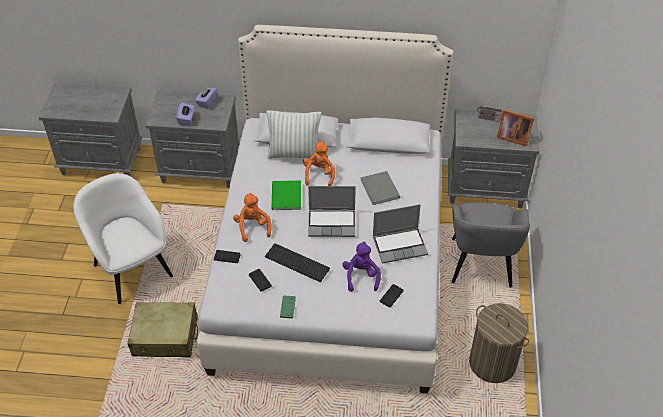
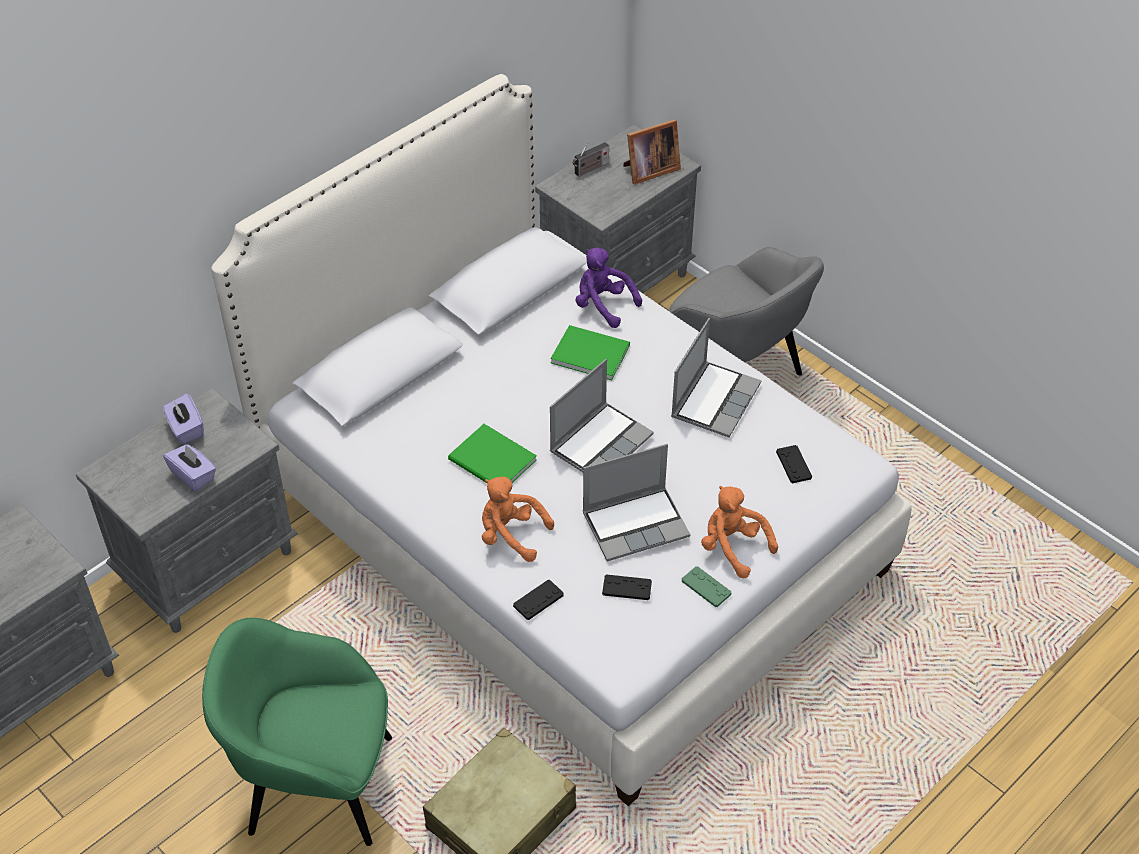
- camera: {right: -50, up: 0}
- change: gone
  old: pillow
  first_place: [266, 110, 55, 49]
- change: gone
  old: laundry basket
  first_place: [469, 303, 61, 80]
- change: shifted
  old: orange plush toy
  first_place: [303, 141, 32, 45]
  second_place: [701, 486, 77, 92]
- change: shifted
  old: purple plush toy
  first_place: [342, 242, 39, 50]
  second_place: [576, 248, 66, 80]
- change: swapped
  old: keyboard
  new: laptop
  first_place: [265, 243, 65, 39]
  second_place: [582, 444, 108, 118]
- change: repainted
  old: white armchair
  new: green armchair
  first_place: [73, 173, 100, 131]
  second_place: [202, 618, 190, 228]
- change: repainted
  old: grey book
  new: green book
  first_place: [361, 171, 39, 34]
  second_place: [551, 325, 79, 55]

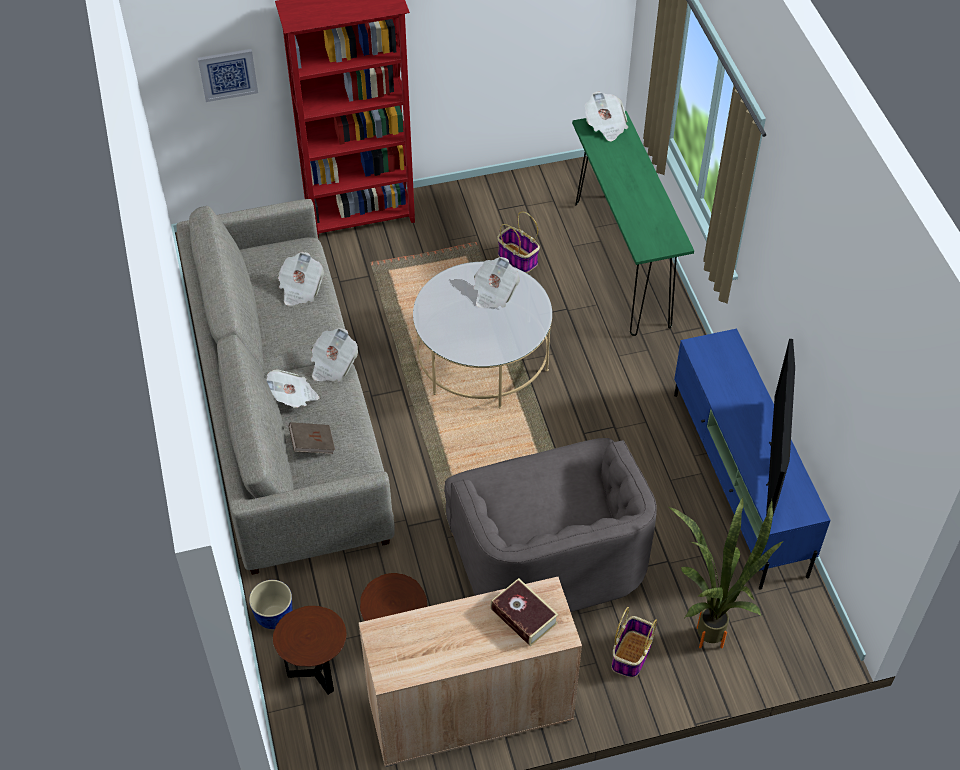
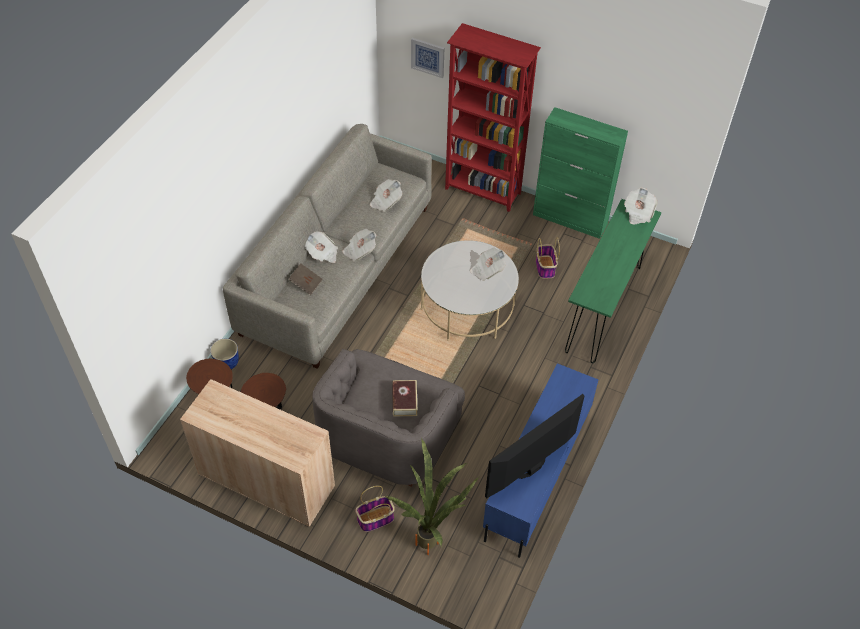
- camera: {right: 40, up: 0}
- change: new
  new: green cabinet
  second_place: [533, 107, 95, 132]
- change: shifted
  old: book
  first_place: [491, 578, 68, 69]
  second_place: [392, 380, 25, 37]

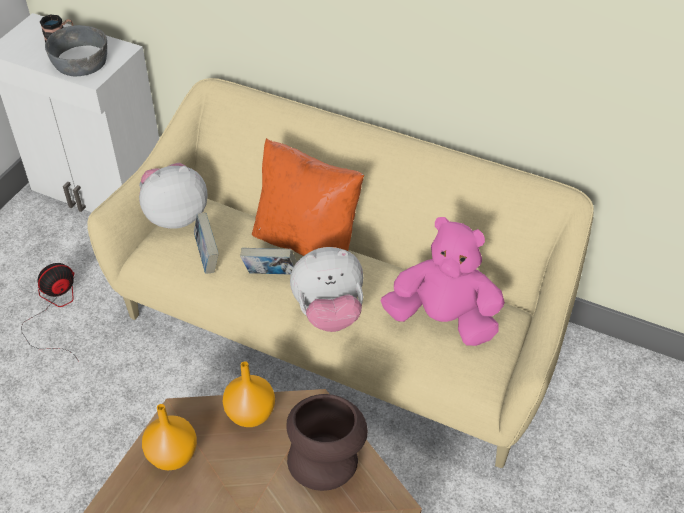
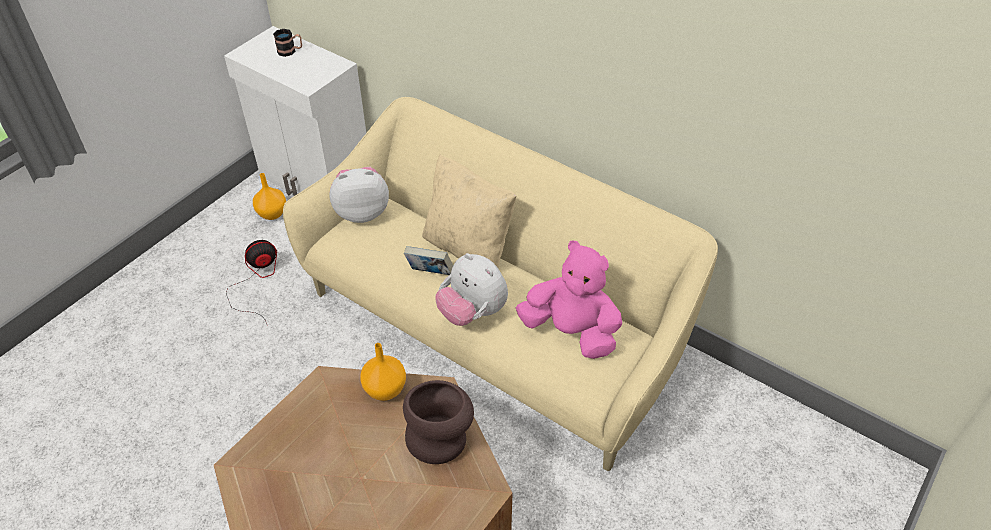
- camera: {right: 10, up: 0}
- change: gone
  old: grey bowl
  first_place: [45, 25, 62, 51]
- change: gone
  old: book
  first_place: [194, 213, 25, 61]
- change: shifted
  old: orange vase
  first_place: [142, 404, 55, 66]
  second_place: [253, 173, 33, 47]
- change: repainted
  old: orange pillow
  new: beige pillow
  first_place: [252, 138, 112, 118]
  second_place: [422, 154, 94, 114]
- change: rotated
  old: plush toy
  first_place: [290, 247, 74, 85]
  second_place: [435, 253, 73, 73]
  degrees: 45

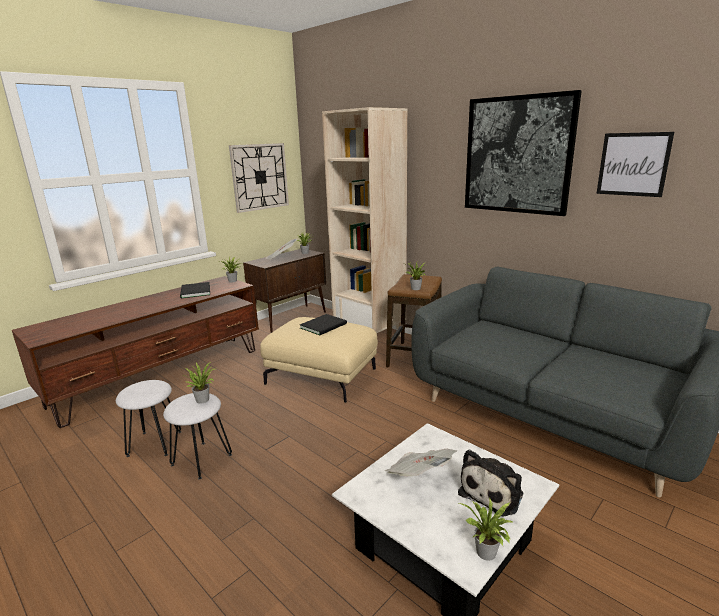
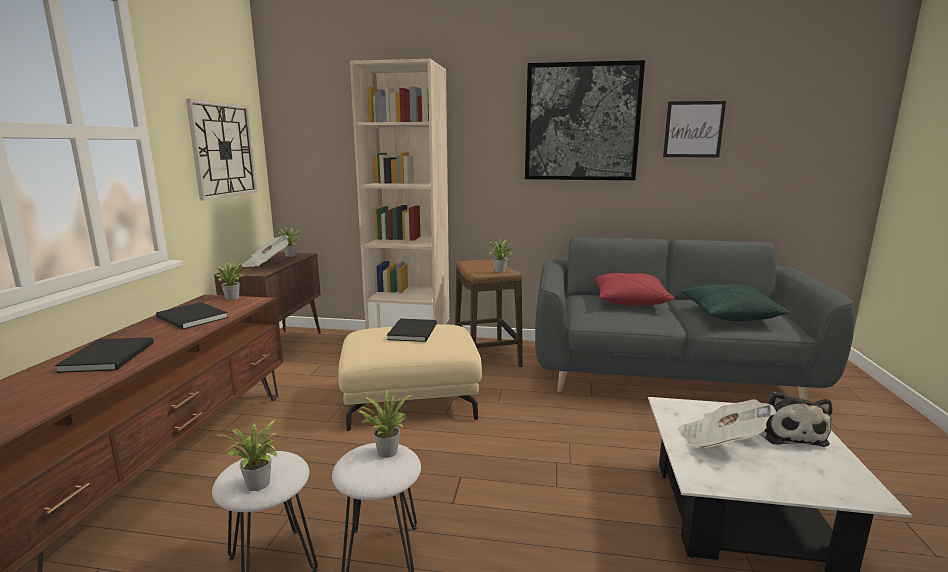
- camera: {right: -35, up: -5}
- change: new
  new: black book
  second_place: [55, 337, 99, 36]
- change: new
  new: red pillow
  second_place: [595, 273, 80, 33]
- change: new
  new: green pillow
  second_place: [681, 284, 108, 37]
- change: shifted
  old: potted plant
  first_place: [459, 499, 55, 62]
  second_place: [221, 419, 56, 72]

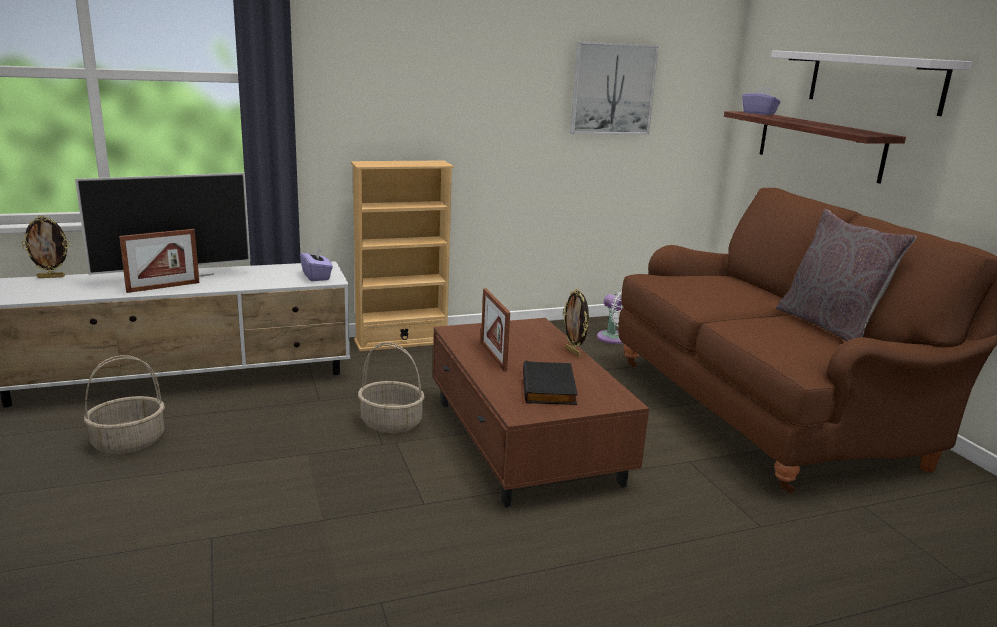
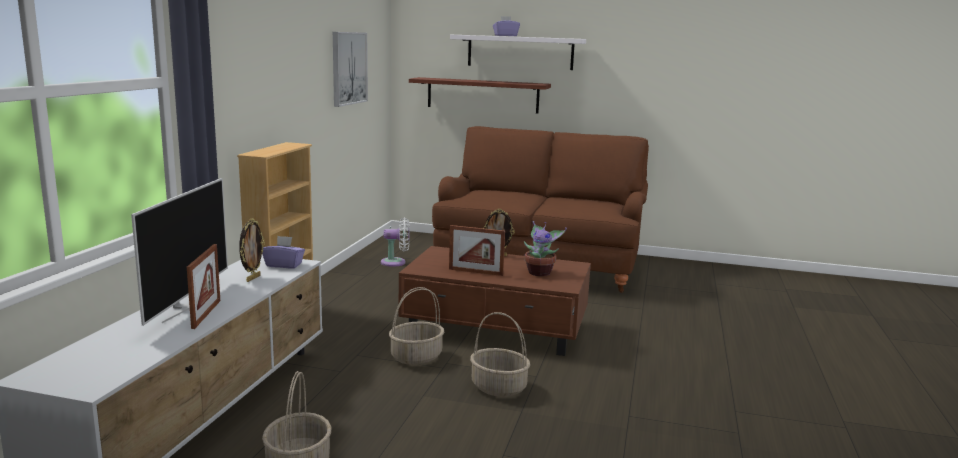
- camera: {right: -55, up: -5}
- change: gone
  old: grey pillow
  first_place: [776, 209, 141, 132]
- change: new
  new: basket
  second_place: [470, 312, 60, 85]
- change: shifted
  old: picture frame
  first_place: [22, 215, 48, 63]
  second_place: [239, 218, 26, 64]
- change: shifted
  old: purple tissue box
  first_place: [742, 87, 39, 28]
  second_place: [493, 16, 27, 20]
- change: swapped
  old: black book
  new: potted plant
  first_place: [523, 361, 55, 44]
  second_place: [524, 221, 43, 55]

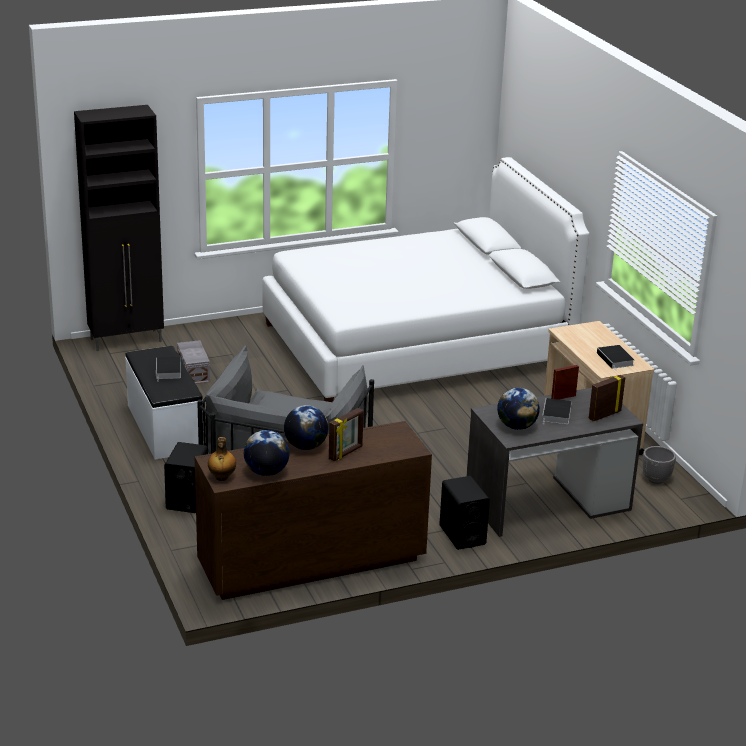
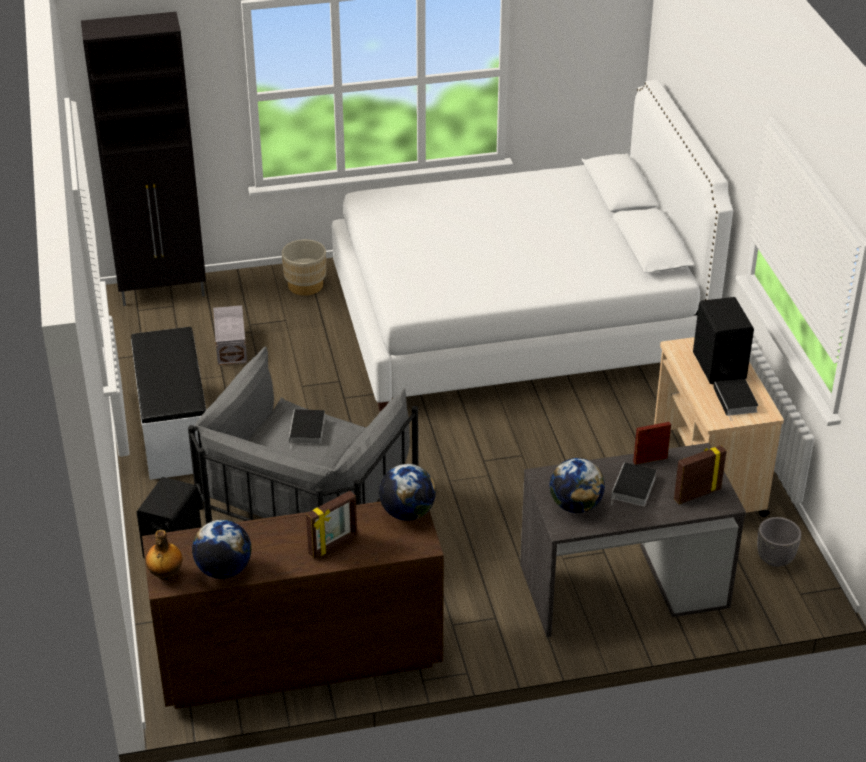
- camera: {right: 10, up: 10}
- change: new
  new: beige planter
  second_place: [282, 239, 44, 57]
- change: shifted
  old: book
  first_place: [156, 357, 25, 25]
  second_place: [289, 409, 36, 40]
- change: shifted
  old: globe
  first_place: [284, 405, 44, 45]
  second_place: [379, 464, 57, 57]
- change: shifted
  old: black speaker
  first_place: [439, 476, 51, 74]
  second_place: [693, 297, 61, 87]

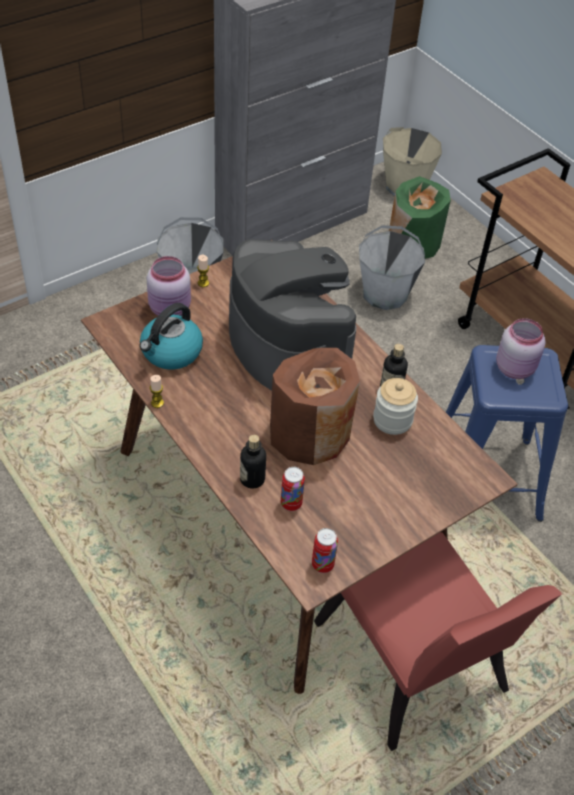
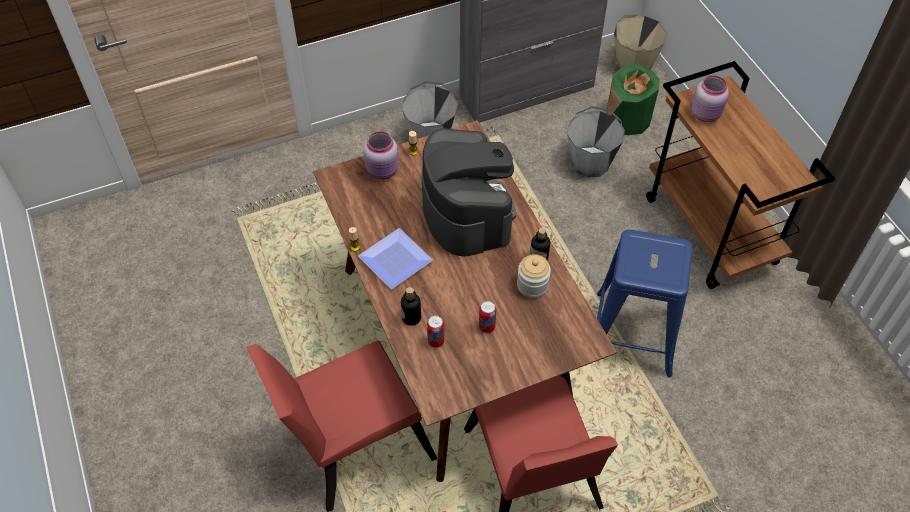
- camera: {right: 15, up: 5}
- change: gone
  old: kettle
  first_place: [140, 303, 63, 67]
- change: gone
  old: brown vase
  first_place: [270, 348, 90, 117]
- change: new
  new: red chair
  second_place: [246, 341, 191, 171]
- change: new
  new: plate
  second_place: [358, 228, 75, 61]
- change: shifted
  old: can
  first_place: [312, 528, 26, 45]
  second_place: [479, 301, 17, 32]
- change: shifted
  old: pink jar
  first_place: [496, 318, 50, 61]
  second_place: [691, 76, 38, 46]

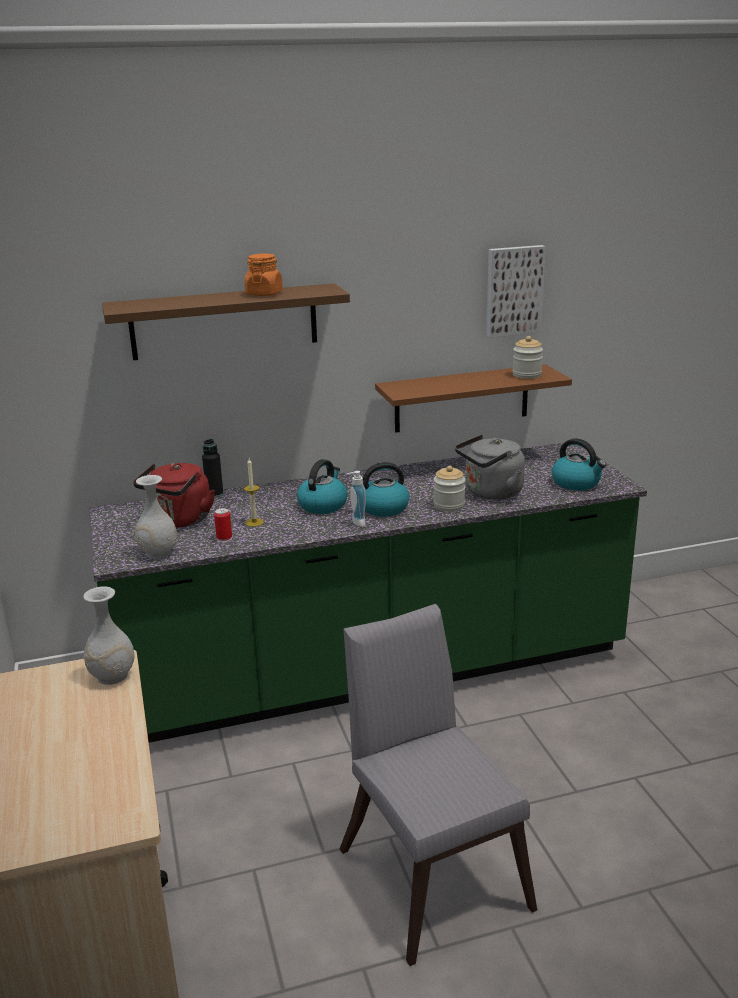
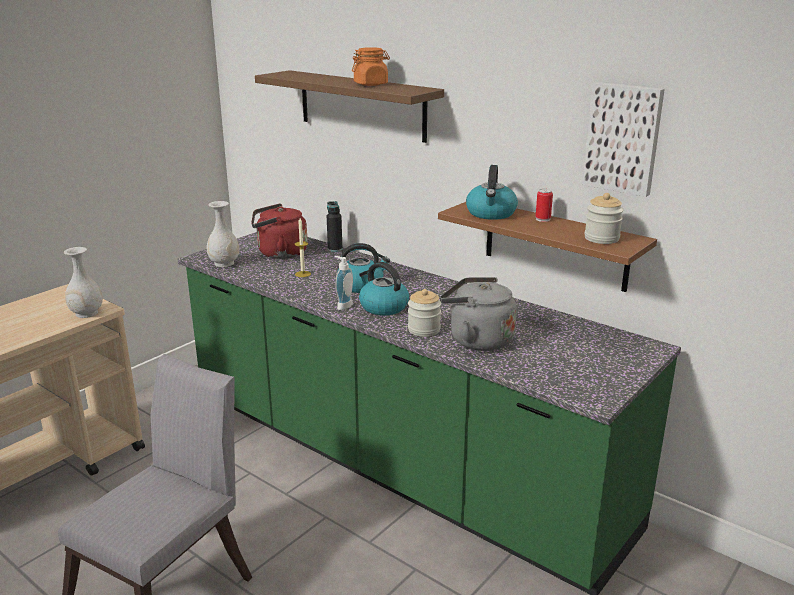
- camera: {right: 55, up: 0}
- change: shifted
  old: can
  first_place: [214, 508, 18, 34]
  second_place: [536, 189, 17, 33]
- change: shifted
  old: kettle
  first_place: [552, 438, 54, 53]
  second_place: [466, 165, 52, 55]

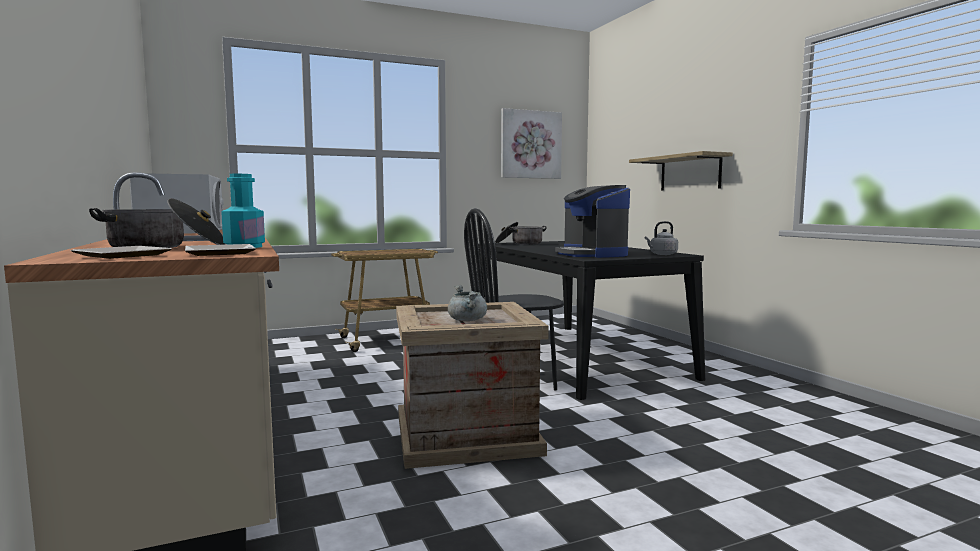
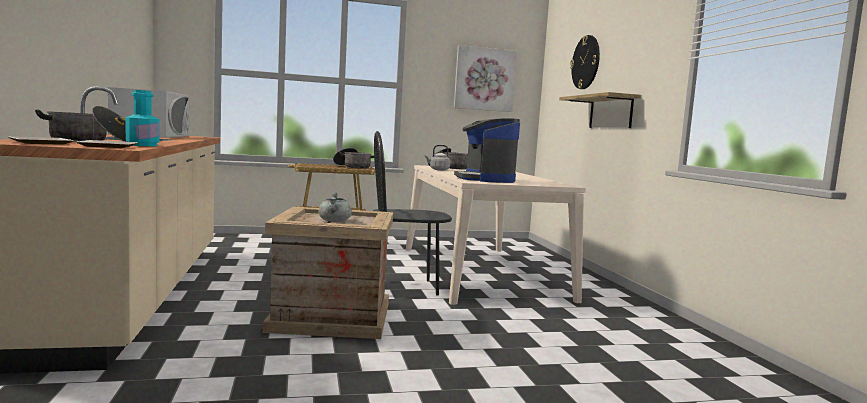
- camera: {right: 10, up: 0}
- change: new
  new: cooking pot
  second_place: [333, 148, 41, 21]
- change: new
  new: wall clock
  second_place: [570, 35, 30, 54]
- change: shifted
  old: grey kettle
  first_place: [645, 221, 33, 34]
  second_place: [425, 145, 25, 25]
- change: repainted
  old: black dining table
  new: beige dining table
  first_place: [477, 241, 228, 159]
  second_place: [406, 165, 180, 140]

